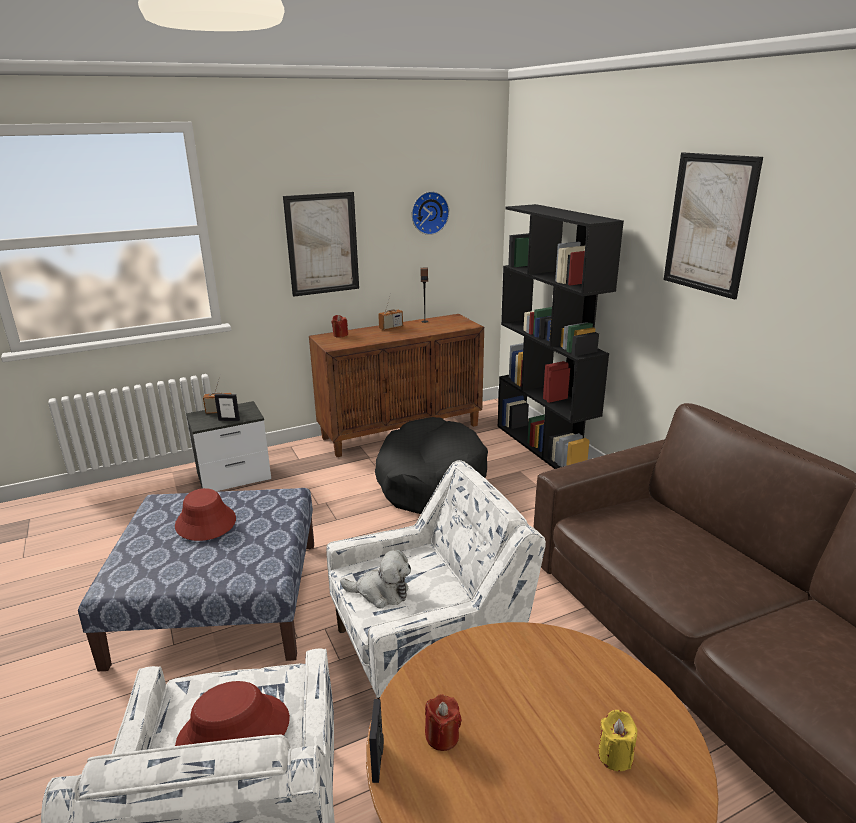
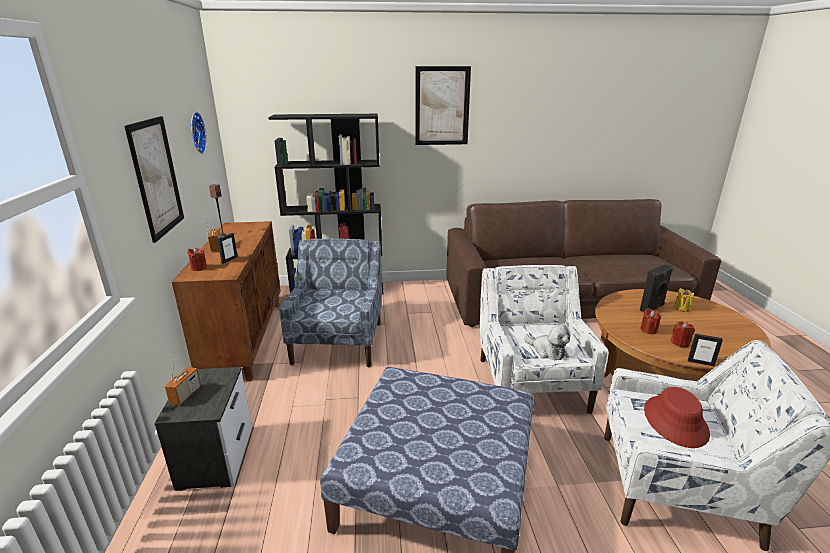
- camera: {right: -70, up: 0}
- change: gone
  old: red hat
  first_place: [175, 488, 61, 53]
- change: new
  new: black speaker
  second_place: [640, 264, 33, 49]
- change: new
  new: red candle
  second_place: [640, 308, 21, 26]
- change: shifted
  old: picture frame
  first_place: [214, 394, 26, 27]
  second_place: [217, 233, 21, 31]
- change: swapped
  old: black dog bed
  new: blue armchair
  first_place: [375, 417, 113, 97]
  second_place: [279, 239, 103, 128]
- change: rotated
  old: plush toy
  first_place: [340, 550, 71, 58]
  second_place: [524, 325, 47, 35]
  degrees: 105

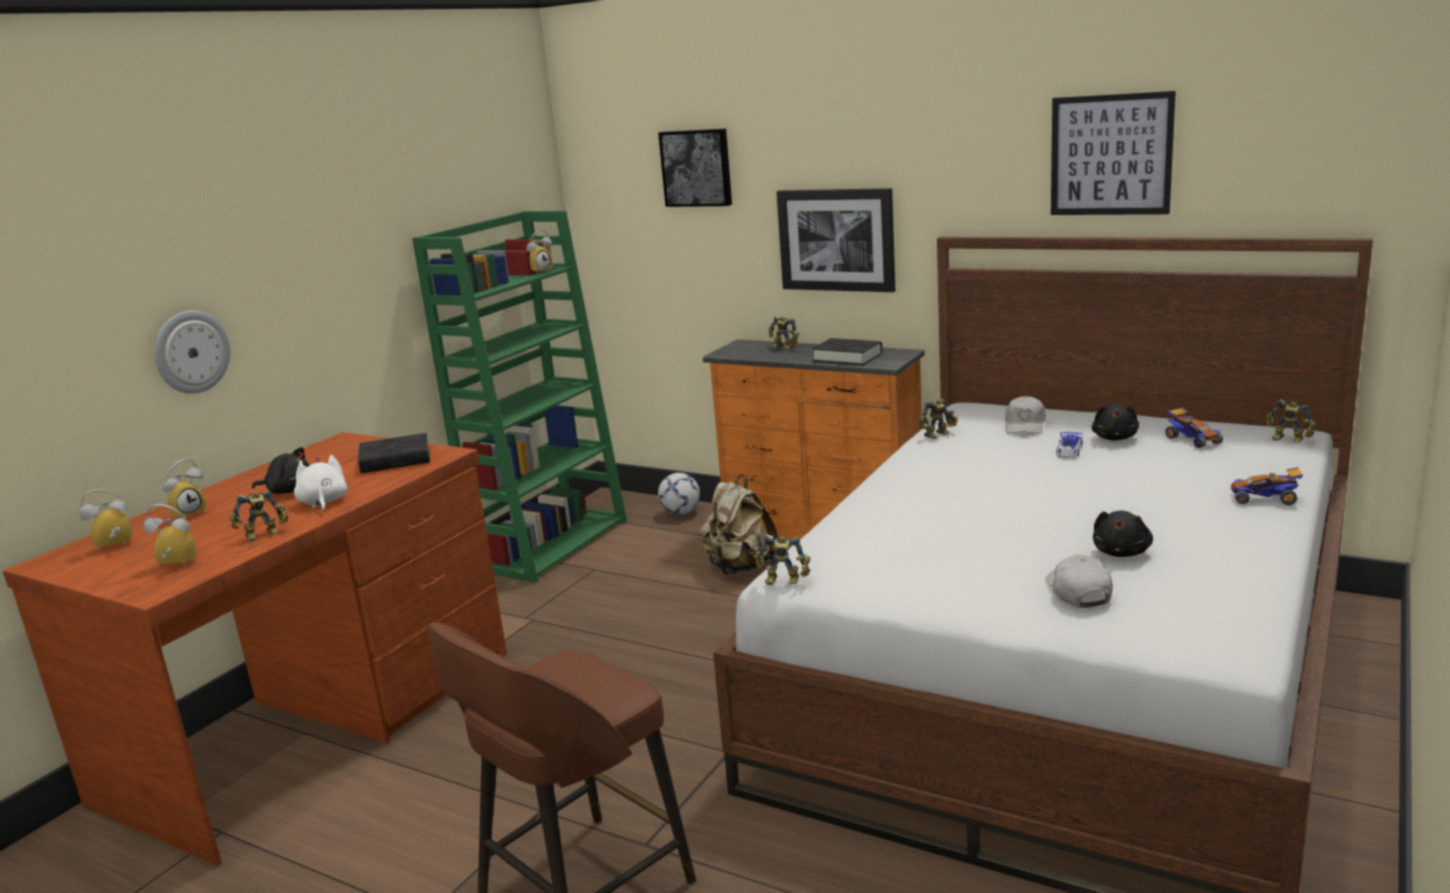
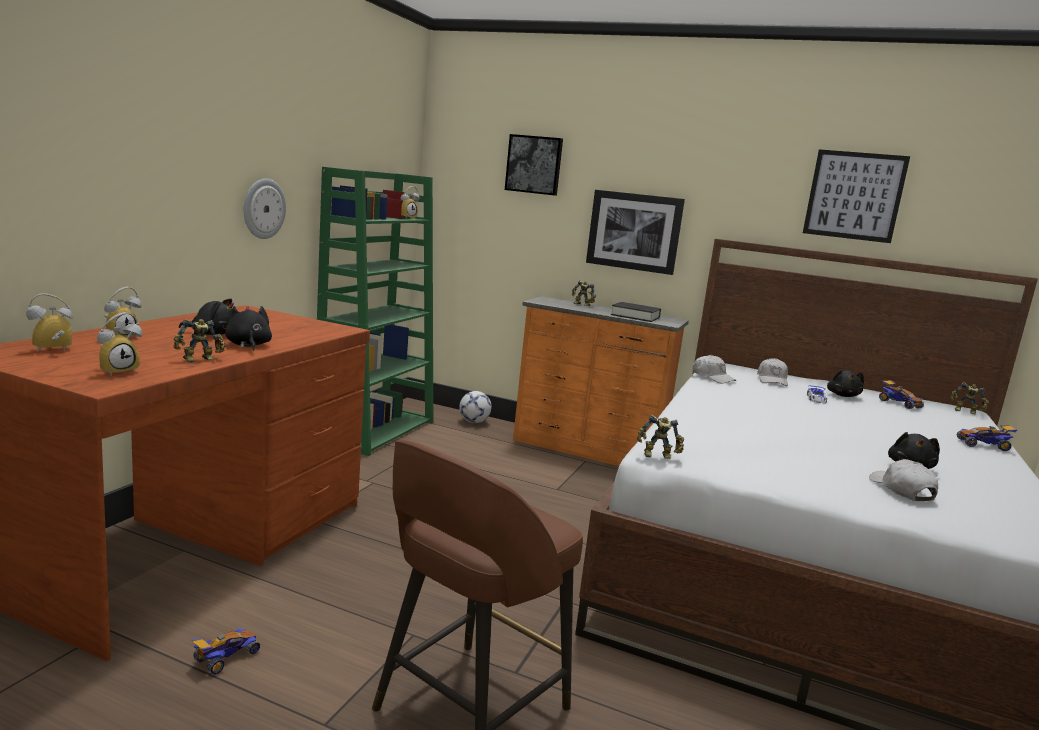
- camera: {right: -10, up: -5}
- change: gone
  old: black book
  first_place: [358, 433, 72, 40]
- change: gone
  old: beige backpack
  first_place: [700, 475, 78, 100]
- change: new
  new: toy car
  second_place: [192, 628, 68, 46]
- change: shifted
  old: wall clock
  first_place: [154, 310, 76, 84]
  second_place: [244, 179, 42, 60]
- change: swapped
  old: toy robot
  new: white cap
  first_place: [919, 399, 39, 40]
  second_place: [693, 355, 43, 29]
- change: repainted
  old: white plush toy
  new: black plush toy
  first_place: [294, 455, 54, 57]
  second_place: [225, 306, 47, 45]
- change: rotated
  old: alarm clock
  first_place: [144, 504, 53, 65]
  second_place: [97, 312, 45, 65]
  degrees: 135

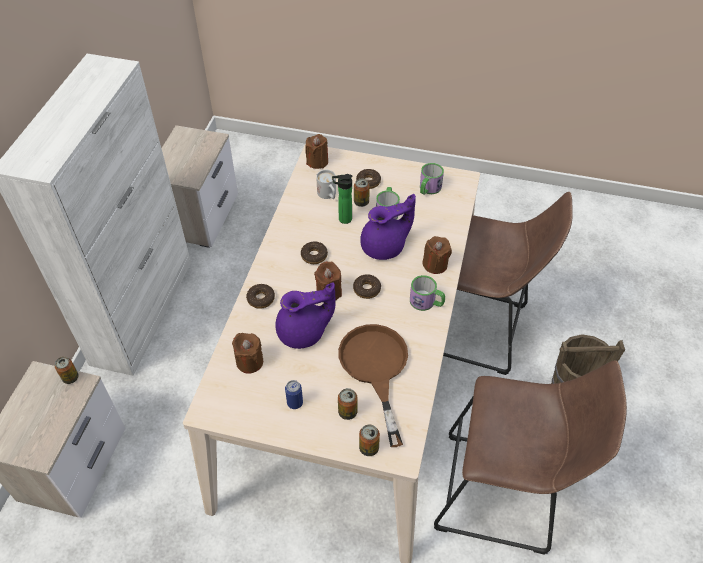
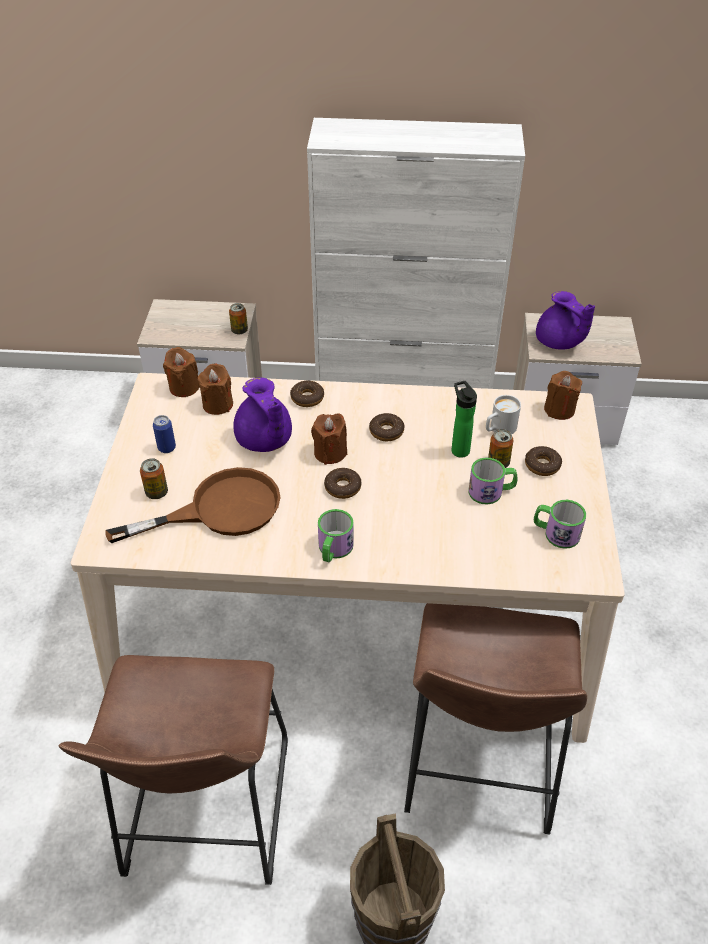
- camera: {right: 80, up: -5}
- change: gone
  old: can
  first_place: [359, 424, 21, 32]
- change: shifted
  old: purple teapot
  first_place: [360, 194, 56, 66]
  second_place: [536, 291, 59, 59]
- change: shifted
  old: brown candle
  first_place: [422, 236, 30, 38]
  second_place: [163, 347, 37, 50]

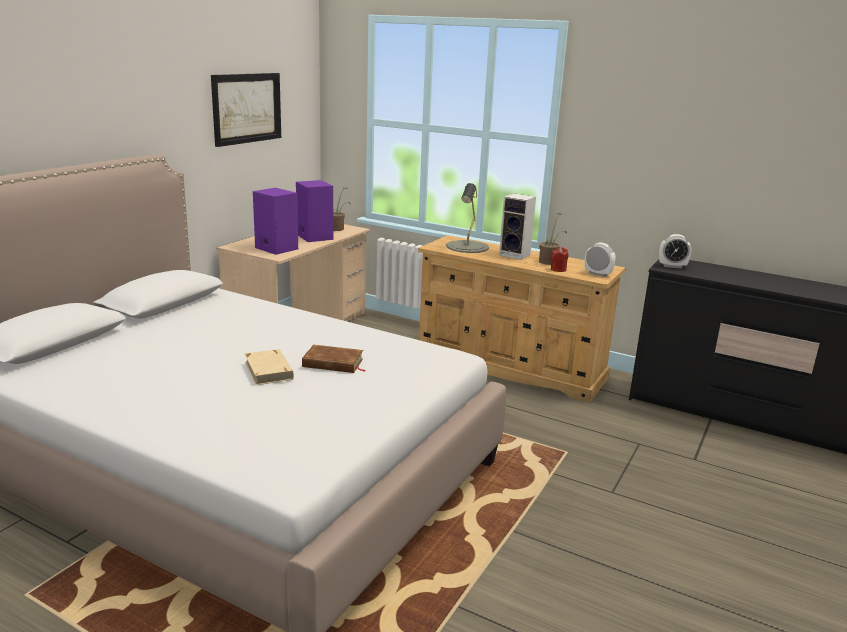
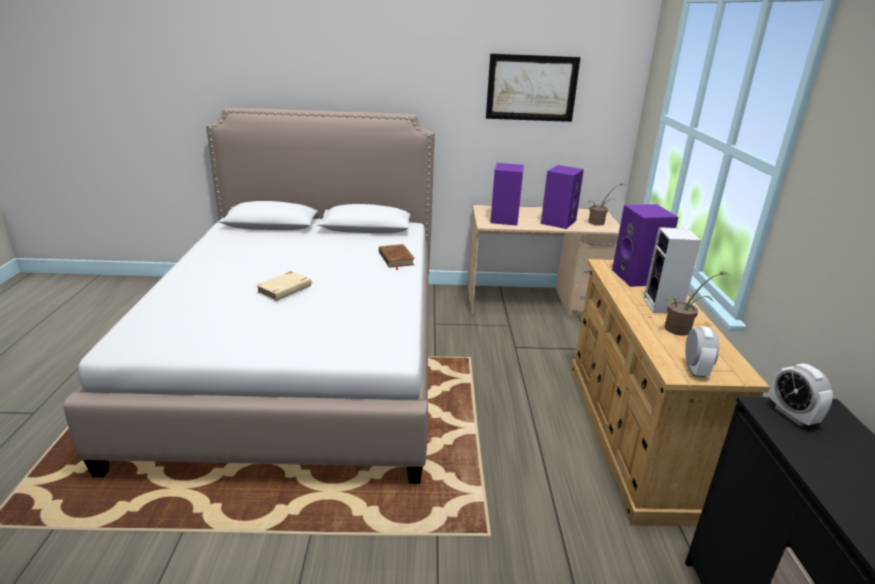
- camera: {right: 60, up: 5}
- change: gone
  old: red candle
  first_place: [551, 247, 18, 25]
- change: shifted
  old: brown book
  first_place: [302, 345, 64, 28]
  second_place: [379, 244, 36, 26]
- change: swapped
  old: grey table lamp
  new: purple speaker
  first_place: [446, 183, 43, 70]
  second_place: [612, 204, 67, 83]

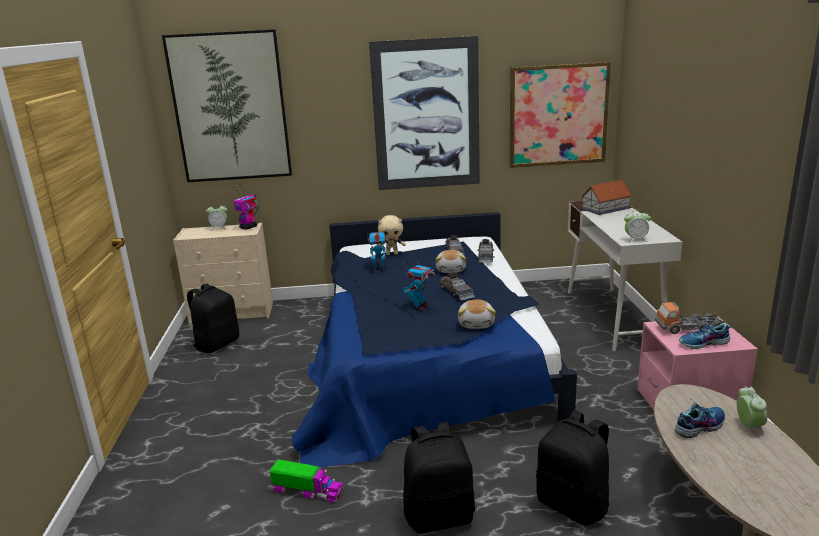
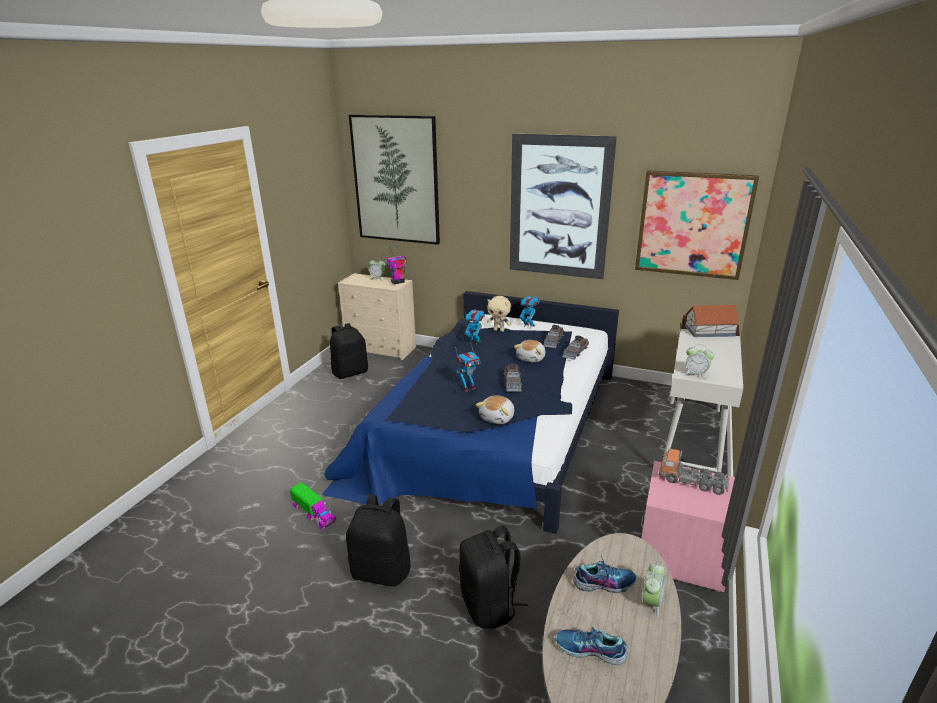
- camera: {right: 25, up: 5}
- change: new
  new: toy robot
  second_place: [520, 295, 20, 33]
- change: shifted
  old: shoe
  first_place: [679, 323, 52, 26]
  second_place: [555, 627, 73, 38]

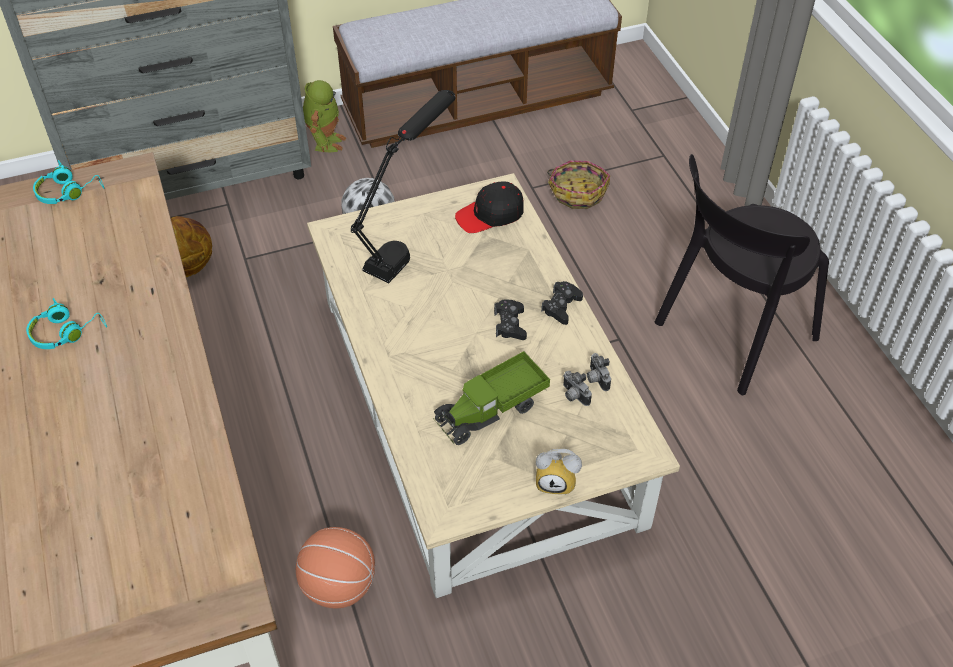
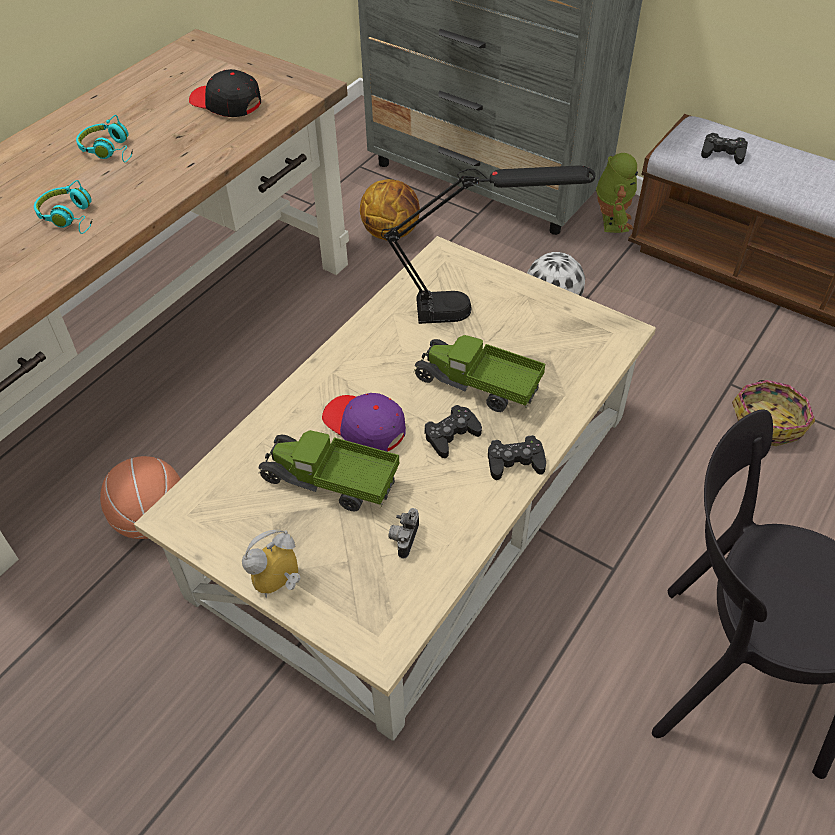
- camera: {right: 55, up: 0}
- change: gone
  old: photo camera
  first_place: [587, 353, 24, 38]
- change: new
  new: purple cap
  second_place: [322, 393, 84, 59]
- change: new
  new: toy truck
  second_place: [414, 335, 131, 77]
- change: new
  new: black game controller
  second_place: [701, 133, 47, 31]
- change: shifted
  old: turquoise headphones
  first_place: [33, 160, 71, 44]
  second_place: [34, 180, 58, 54]
- change: shifted
  old: black cap
  first_place: [455, 181, 69, 52]
  second_place: [189, 69, 72, 48]
- change: rotated
  old: toy robot
  first_place: [303, 80, 43, 72]
  second_place: [596, 153, 42, 80]
  degrees: -60
- change: rotated
  old: alarm clock
  first_place: [536, 449, 46, 46]
  second_place: [242, 530, 58, 68]
  degrees: 75

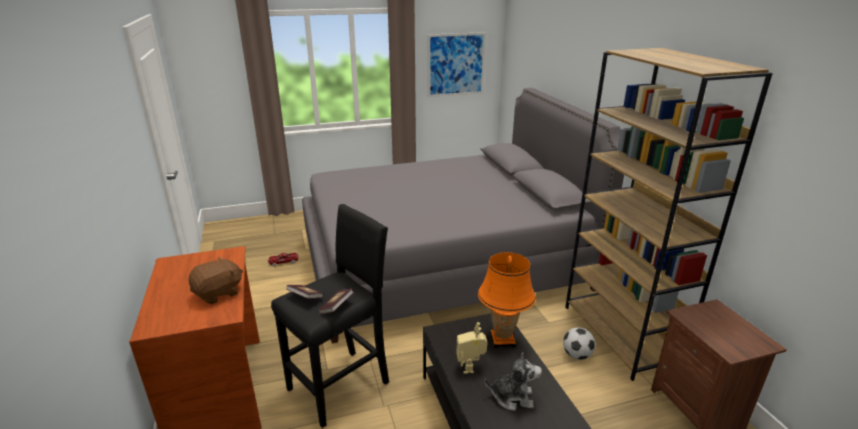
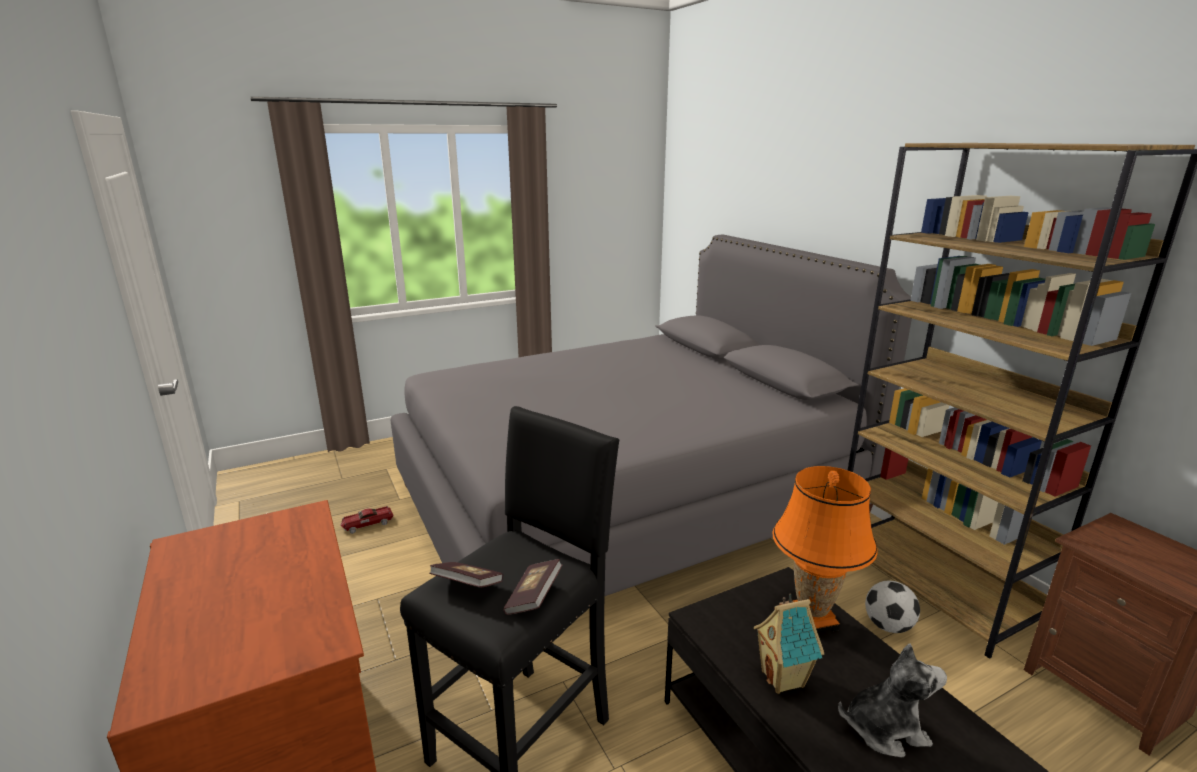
- camera: {right: -10, up: -5}
- change: gone
  old: brown plush toy
  first_place: [189, 256, 54, 48]
- change: gone
  old: picture
  first_place: [428, 32, 58, 65]
- change: swapped
  old: toy robot
  new: toy house
  first_place: [456, 322, 31, 52]
  second_place: [754, 593, 70, 101]

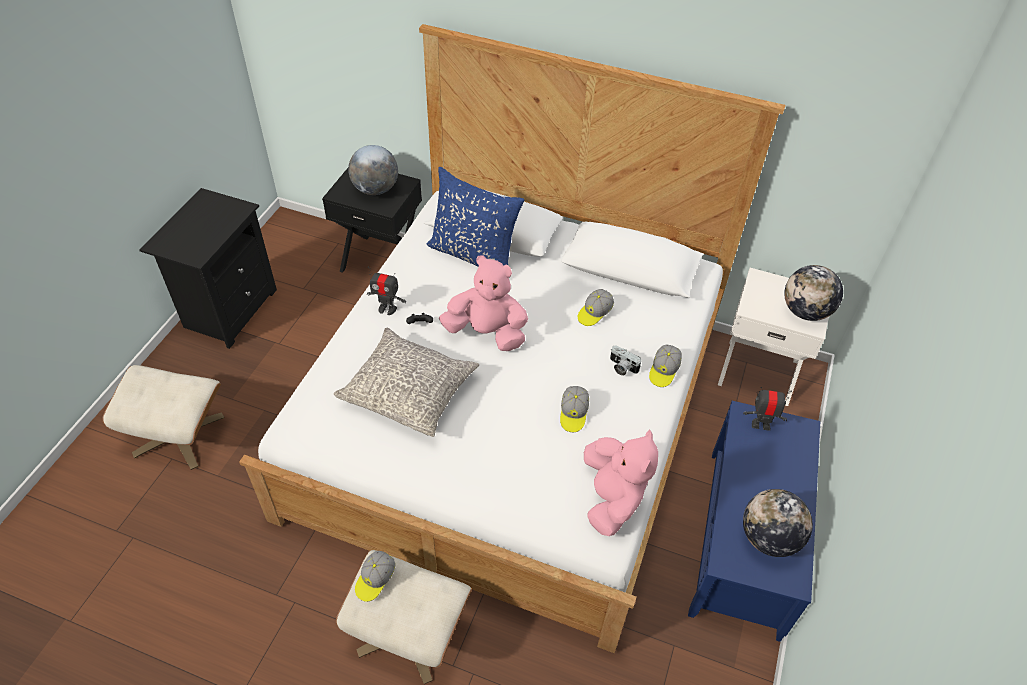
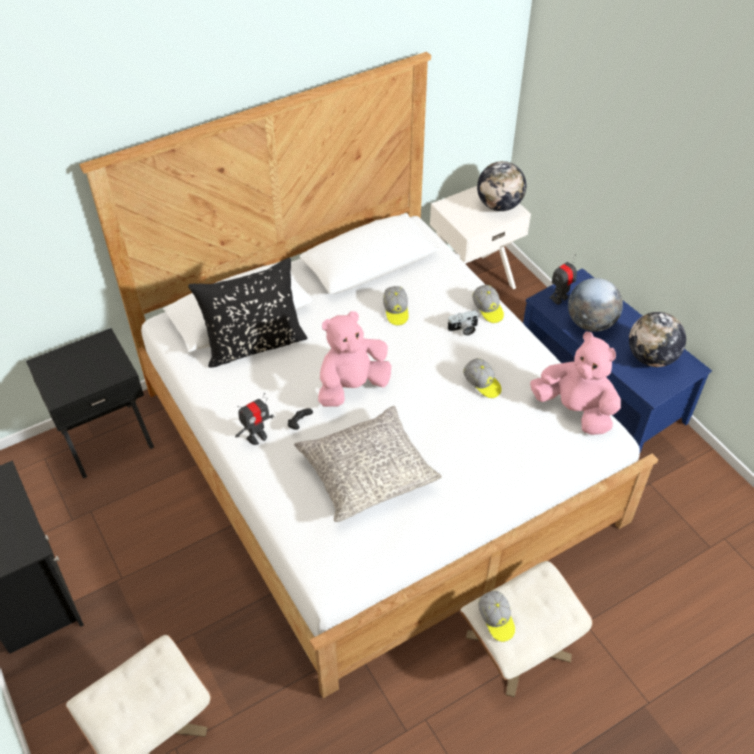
- camera: {right: -50, up: 0}
- change: shifted
  old: globe
  first_place: [348, 145, 50, 50]
  second_place: [568, 278, 55, 54]
- change: repainted
  old: blue pillow
  new: black pillow
  first_place: [427, 167, 97, 100]
  second_place: [188, 258, 119, 109]

